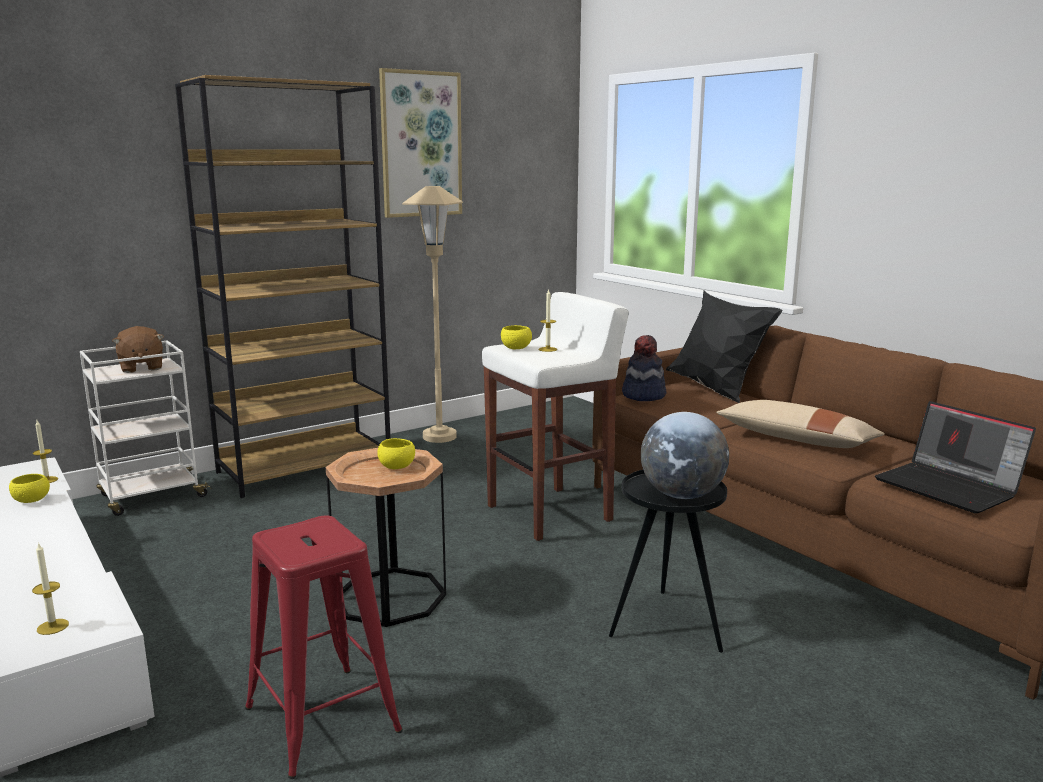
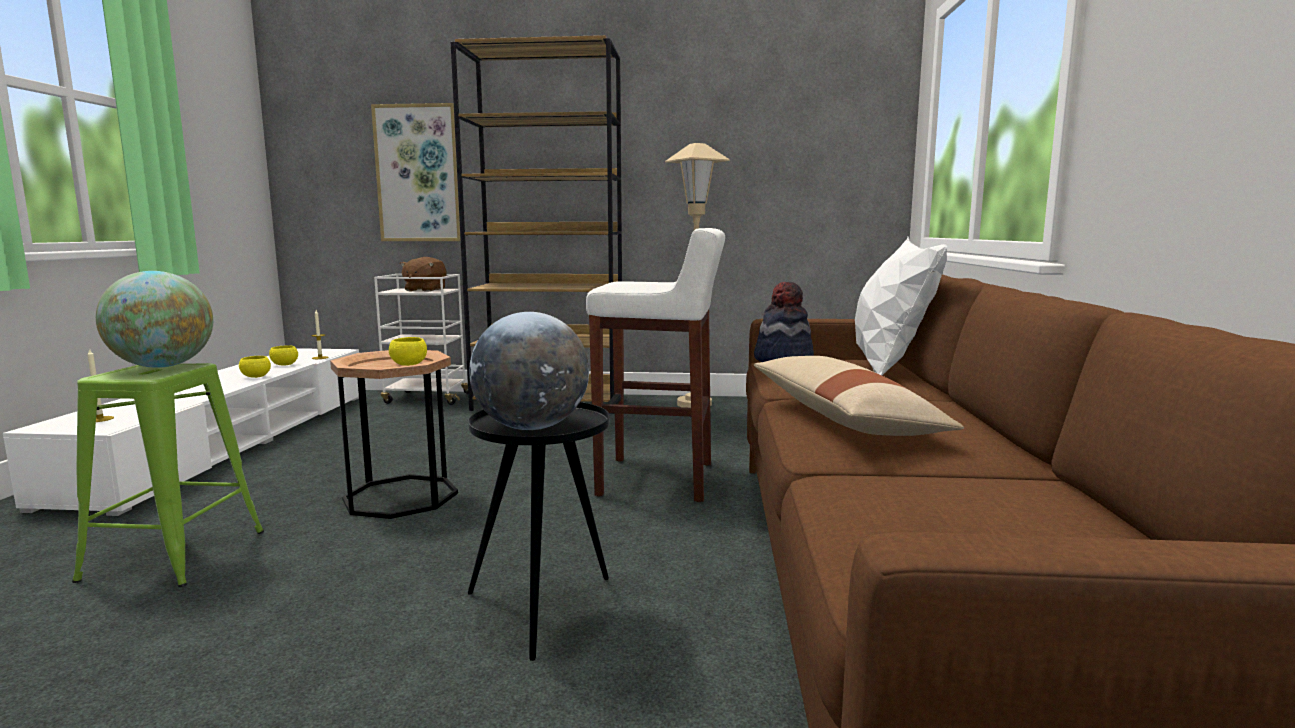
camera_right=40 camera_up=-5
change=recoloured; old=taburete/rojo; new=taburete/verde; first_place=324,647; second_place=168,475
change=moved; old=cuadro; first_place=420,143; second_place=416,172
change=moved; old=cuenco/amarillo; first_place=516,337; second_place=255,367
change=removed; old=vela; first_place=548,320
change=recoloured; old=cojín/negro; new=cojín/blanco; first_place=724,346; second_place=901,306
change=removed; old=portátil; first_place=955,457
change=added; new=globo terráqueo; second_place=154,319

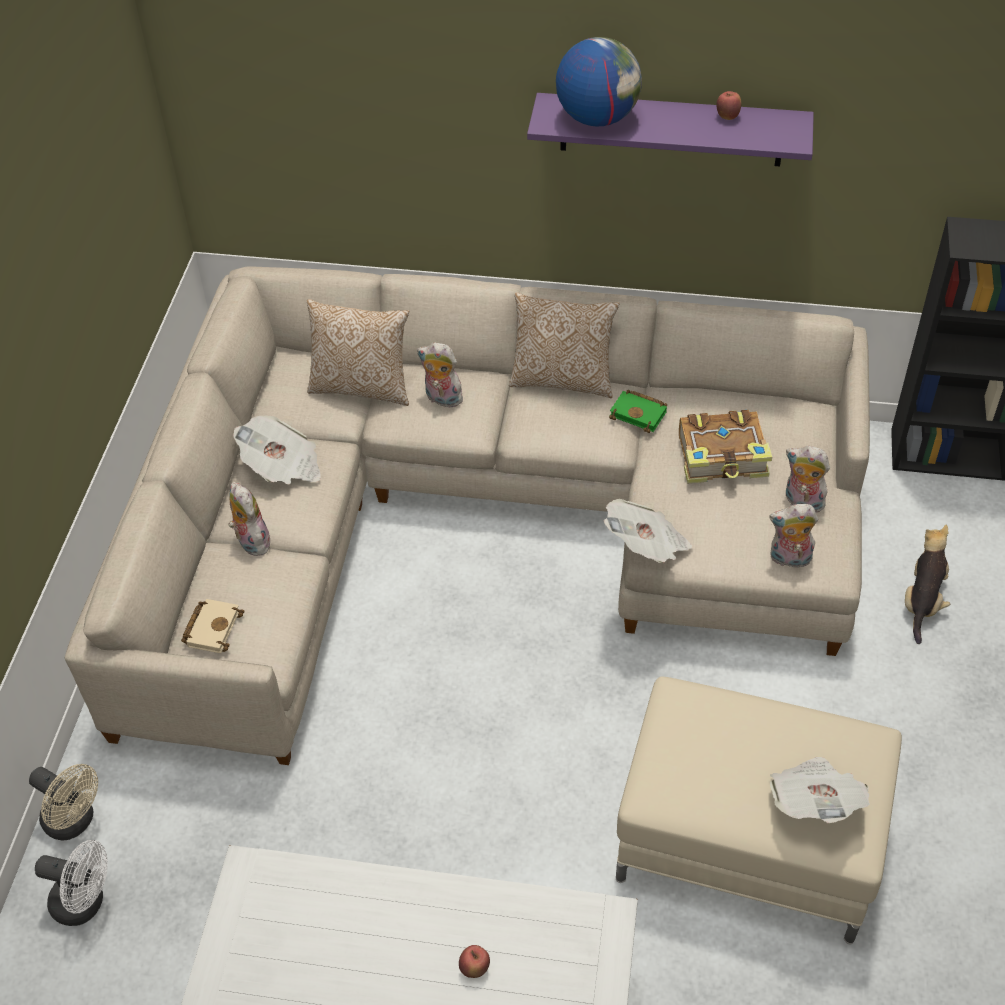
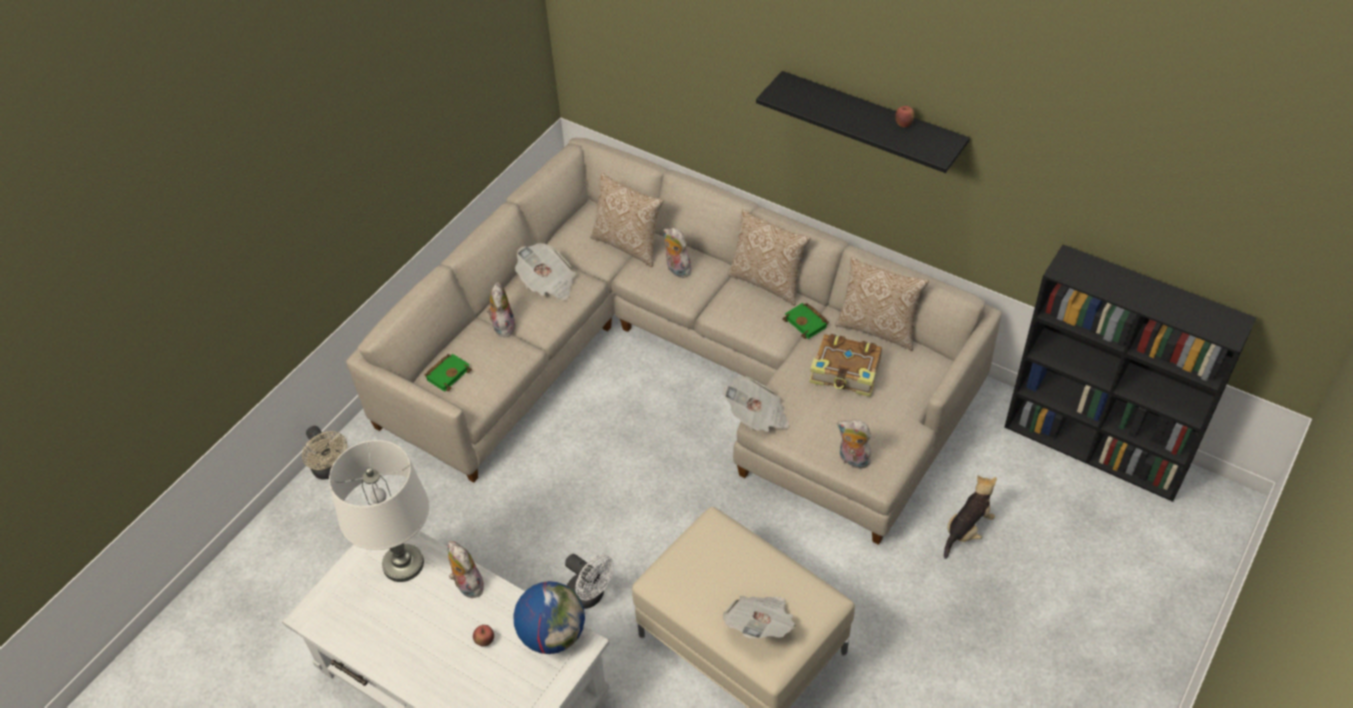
camera_right=25 camera_up=0
change=moved; old=ventilador/blanco; first_place=71,883; second_place=589,581
change=recoloured; old=libro/beis; new=libro/verde; first_place=213,626; second_place=448,373
change=recoloured; old=estante/morado; new=estante/negro; first_place=670,129; second_place=863,122
change=moved; old=globo terráqueo; first_place=599,81; second_place=549,617
change=moved; old=peluche; first_place=808,479; second_place=466,569
change=added; new=lámpara de mesa/blanco; second_place=379,511
change=added; new=cojín; second_place=882,304

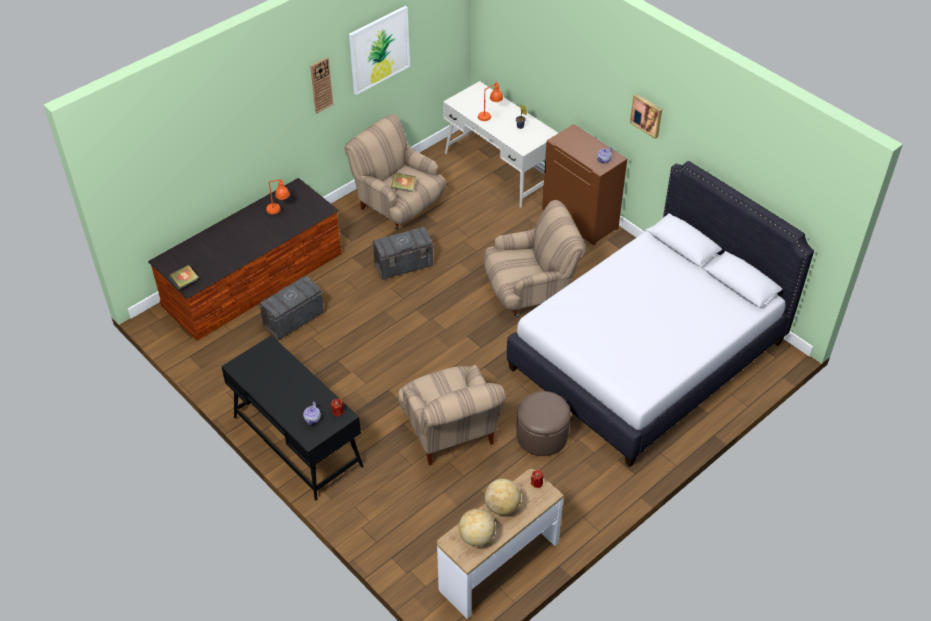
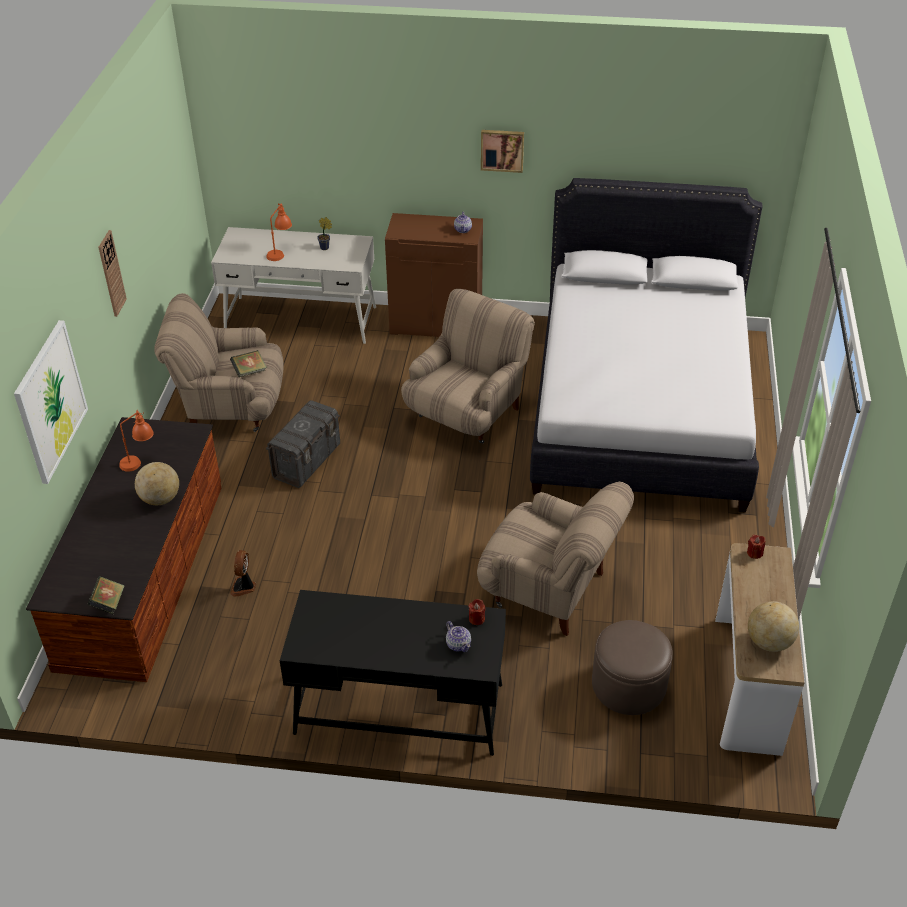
camera_right=-40 camera_up=-5
change=replaced; old=caja de almacenaje/gris; new=ventilador; first_place=291,308; second_place=243,573
change=moved; old=cuadro; first_place=379,50; second_place=51,402
change=moved; old=globo terráqueo; first_place=503,497; second_place=157,483
change=moved; old=puf/marrón; first_place=543,423; second_place=632,667

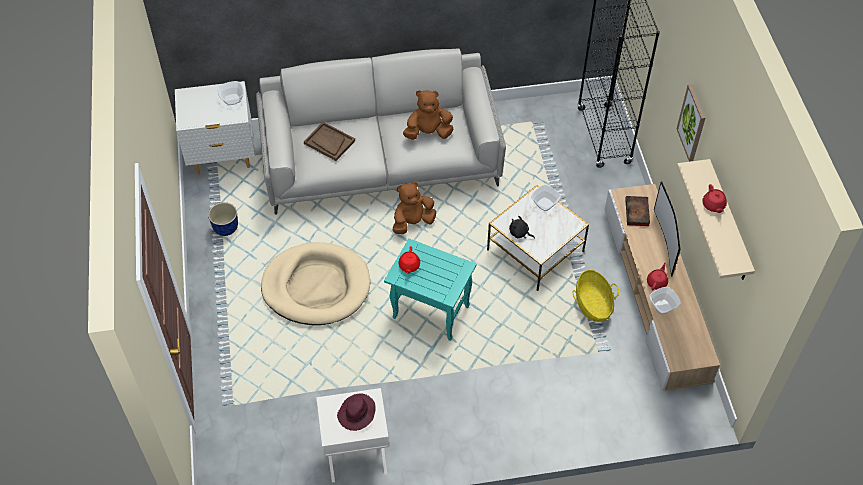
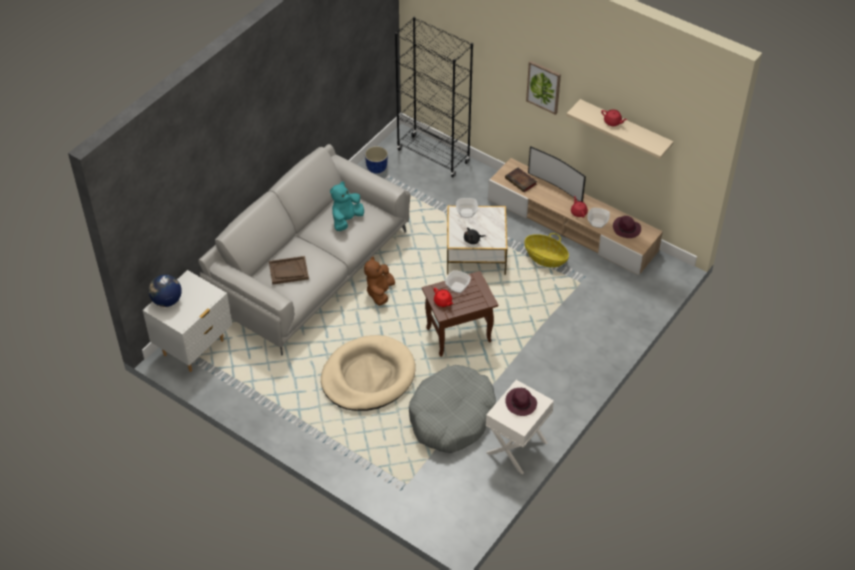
camera_right=-45 camera_up=-5
change=moved; old=maceta; first_place=223,219; second_place=376,160
change=moved; old=cuenco; first_place=231,93; second_place=458,281
change=recoloured; old=mesa auxiliar/turquesa; new=mesa auxiliar/marrón; first_place=430,290; second_place=460,314
change=recoloured; old=peluche/marrón; new=peluche/turquesa; first_place=428,115; second_place=347,206
change=added; new=globo terráqueo; second_place=165,291
change=added; new=cama para perro/gris; second_place=452,409
change=added; new=sombrero/morado; second_place=627,227

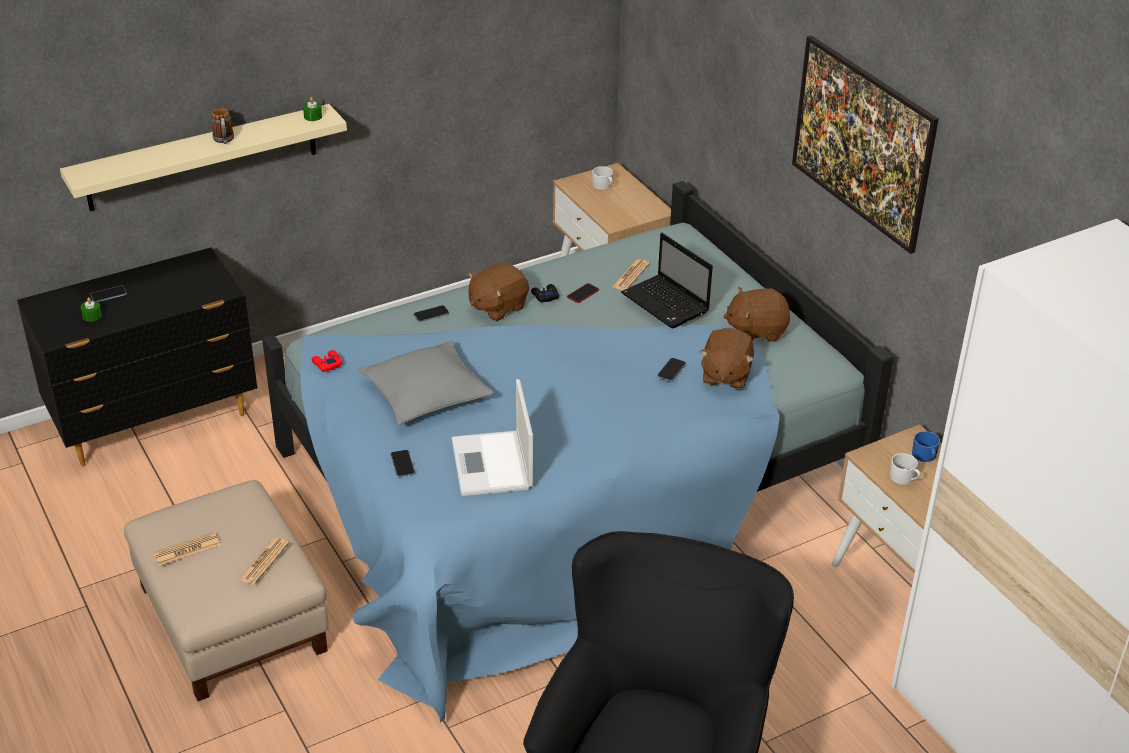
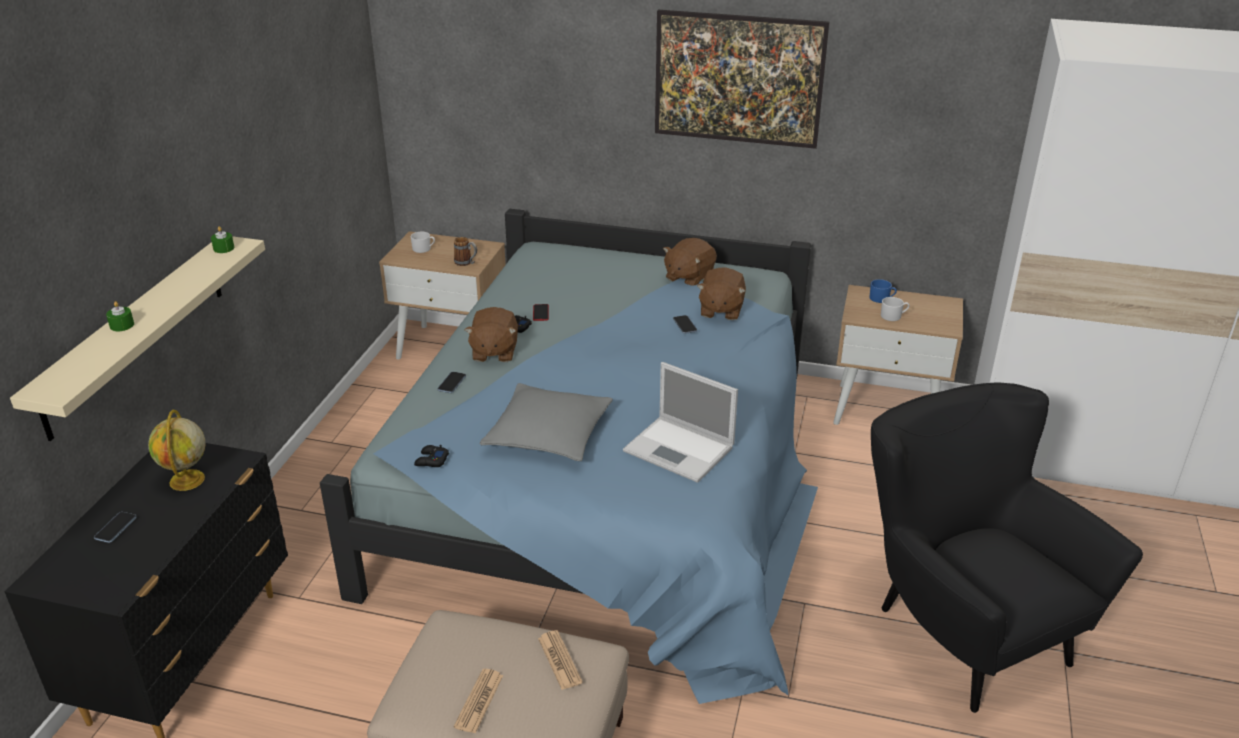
camera_right=-45 camera_up=-5
change=moved; old=vela/verde; first_place=91,309; second_place=120,316
change=moved; old=taza grande; first_place=223,126; second_place=465,251
change=recoloured; old=mando de consola/rojo; new=mando de consola/negro; first_place=327,361; second_place=431,456
change=removed; old=móvil; first_place=403,463
change=removed; old=periódico; first_place=631,275
change=removed; old=portátil; first_place=667,280
change=turned; old=peluche/marrón; first_place=727,358; second_place=721,293; degrees=45
change=added; new=globo terráqueo; second_place=177,450

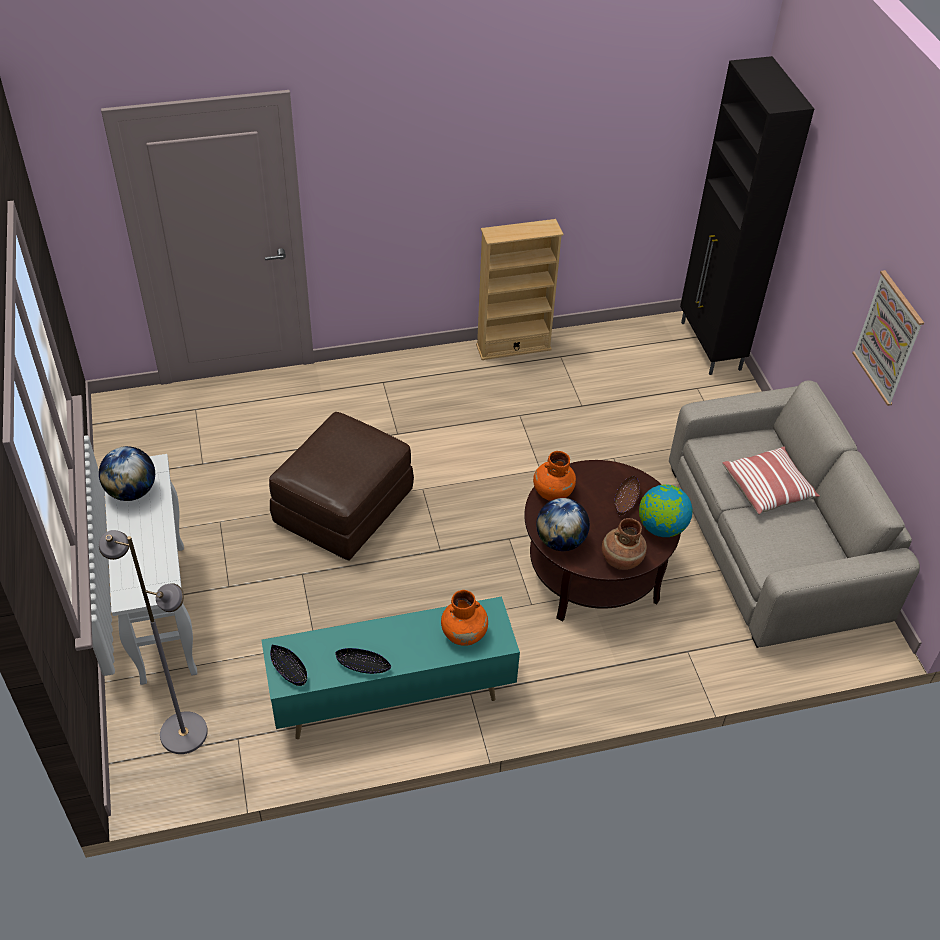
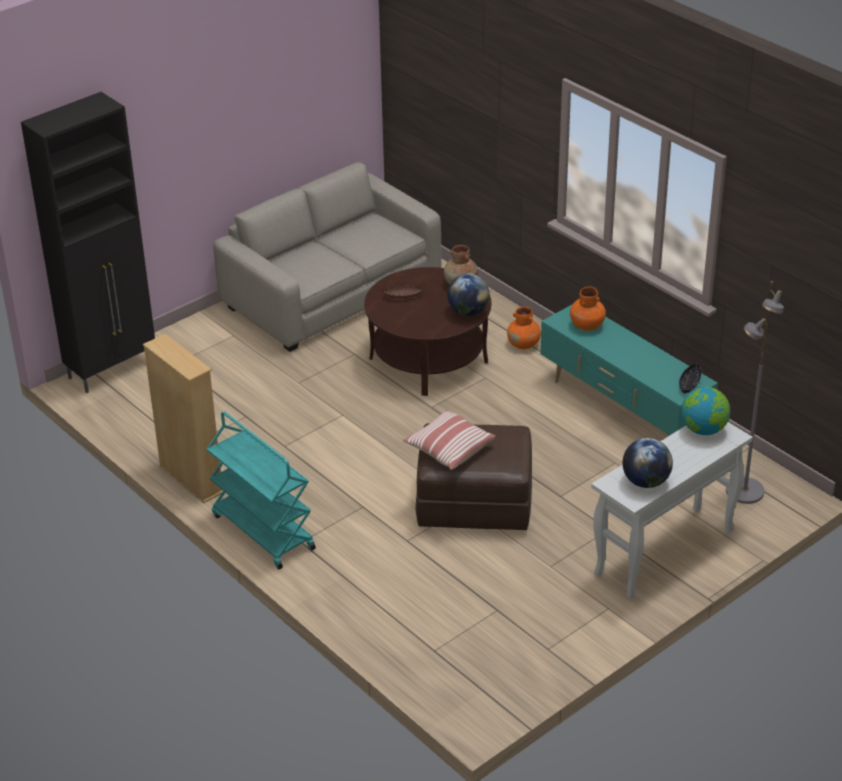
camera_right=-115 camera_up=-10
change=removed; old=cuenco/negro; first_place=363,661
change=moved; old=florero/naranja; first_place=554,476; second_place=524,328
change=moved; old=globo terráqueo; first_place=666,510; second_place=705,411
change=moved; old=cojín; first_place=771,480; second_place=449,440
change=removed; old=cuadro; first_place=888,338
change=added; new=carrito/turquesa; second_place=261,490

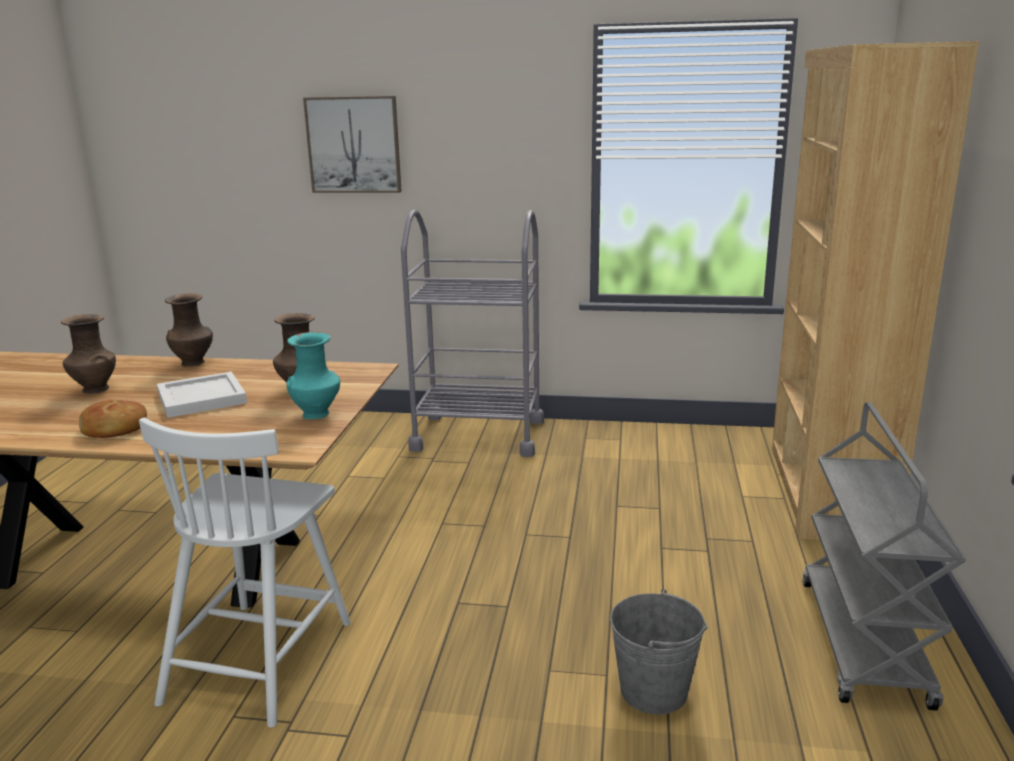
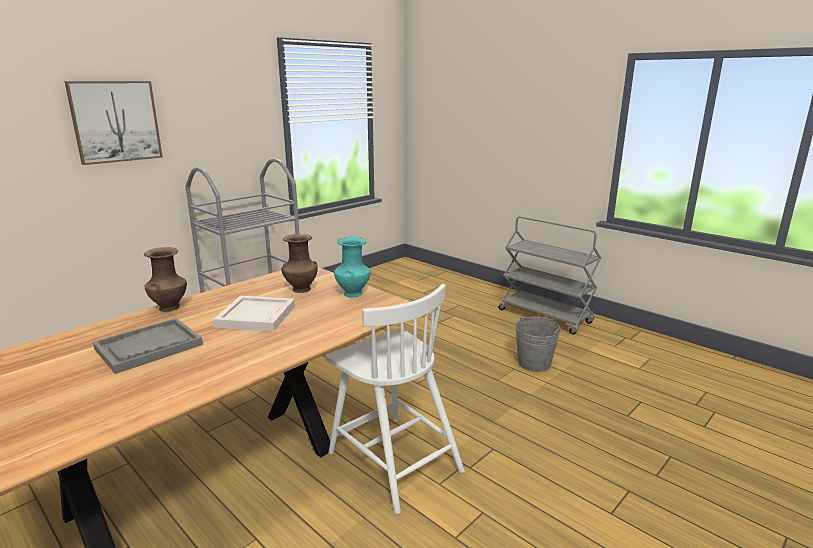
camera_right=-55 camera_up=0
change=replaced; old=florero/marrón; new=bandeja/gris; first_place=88,354; second_place=148,346
change=removed; old=pan; first_place=113,419
change=removed; old=estantería/marrón; first_place=875,290

